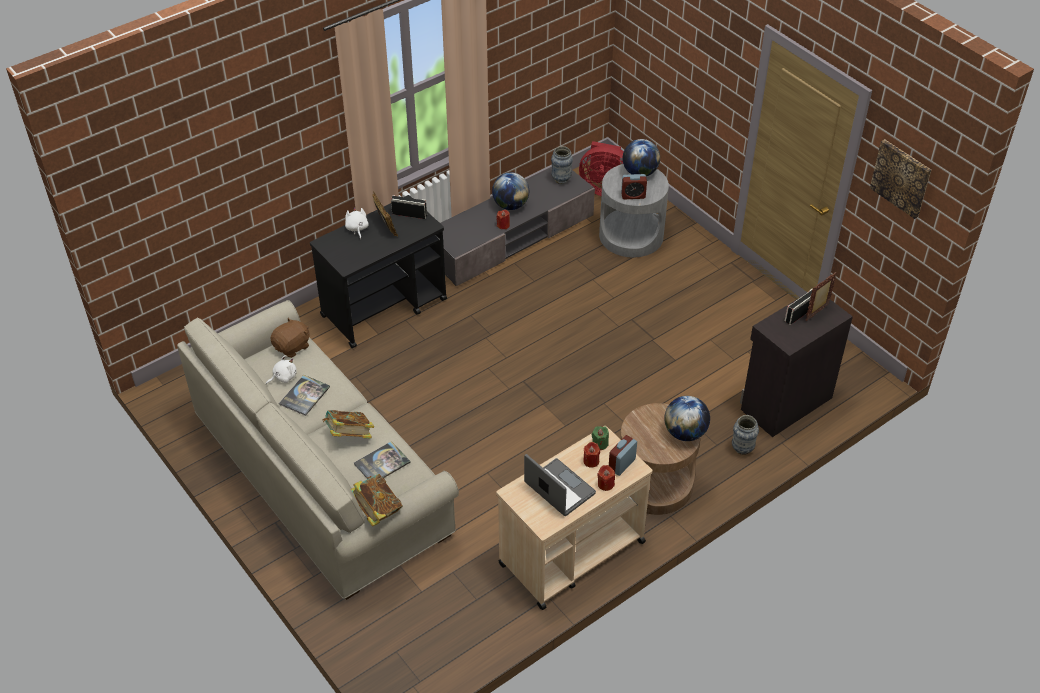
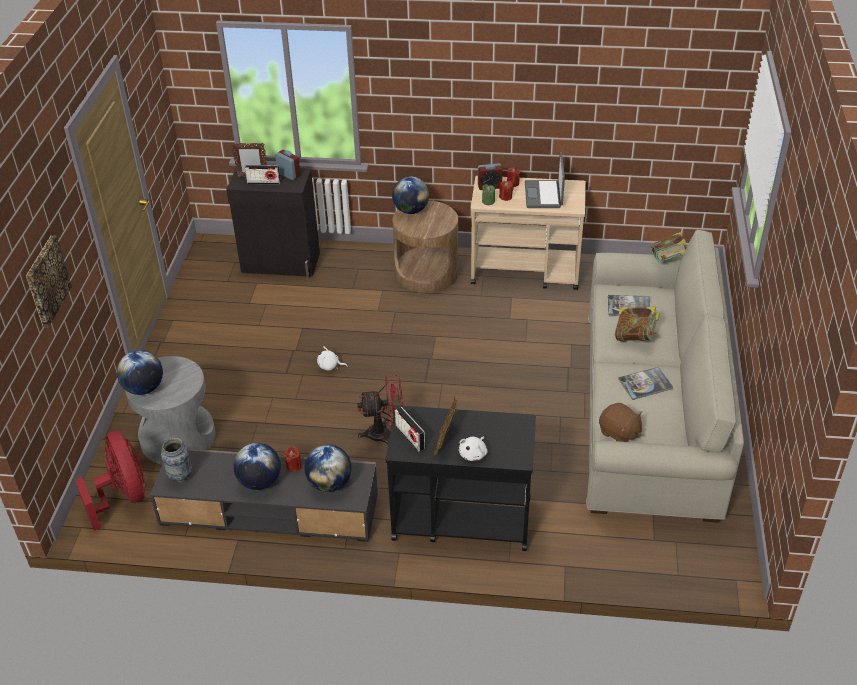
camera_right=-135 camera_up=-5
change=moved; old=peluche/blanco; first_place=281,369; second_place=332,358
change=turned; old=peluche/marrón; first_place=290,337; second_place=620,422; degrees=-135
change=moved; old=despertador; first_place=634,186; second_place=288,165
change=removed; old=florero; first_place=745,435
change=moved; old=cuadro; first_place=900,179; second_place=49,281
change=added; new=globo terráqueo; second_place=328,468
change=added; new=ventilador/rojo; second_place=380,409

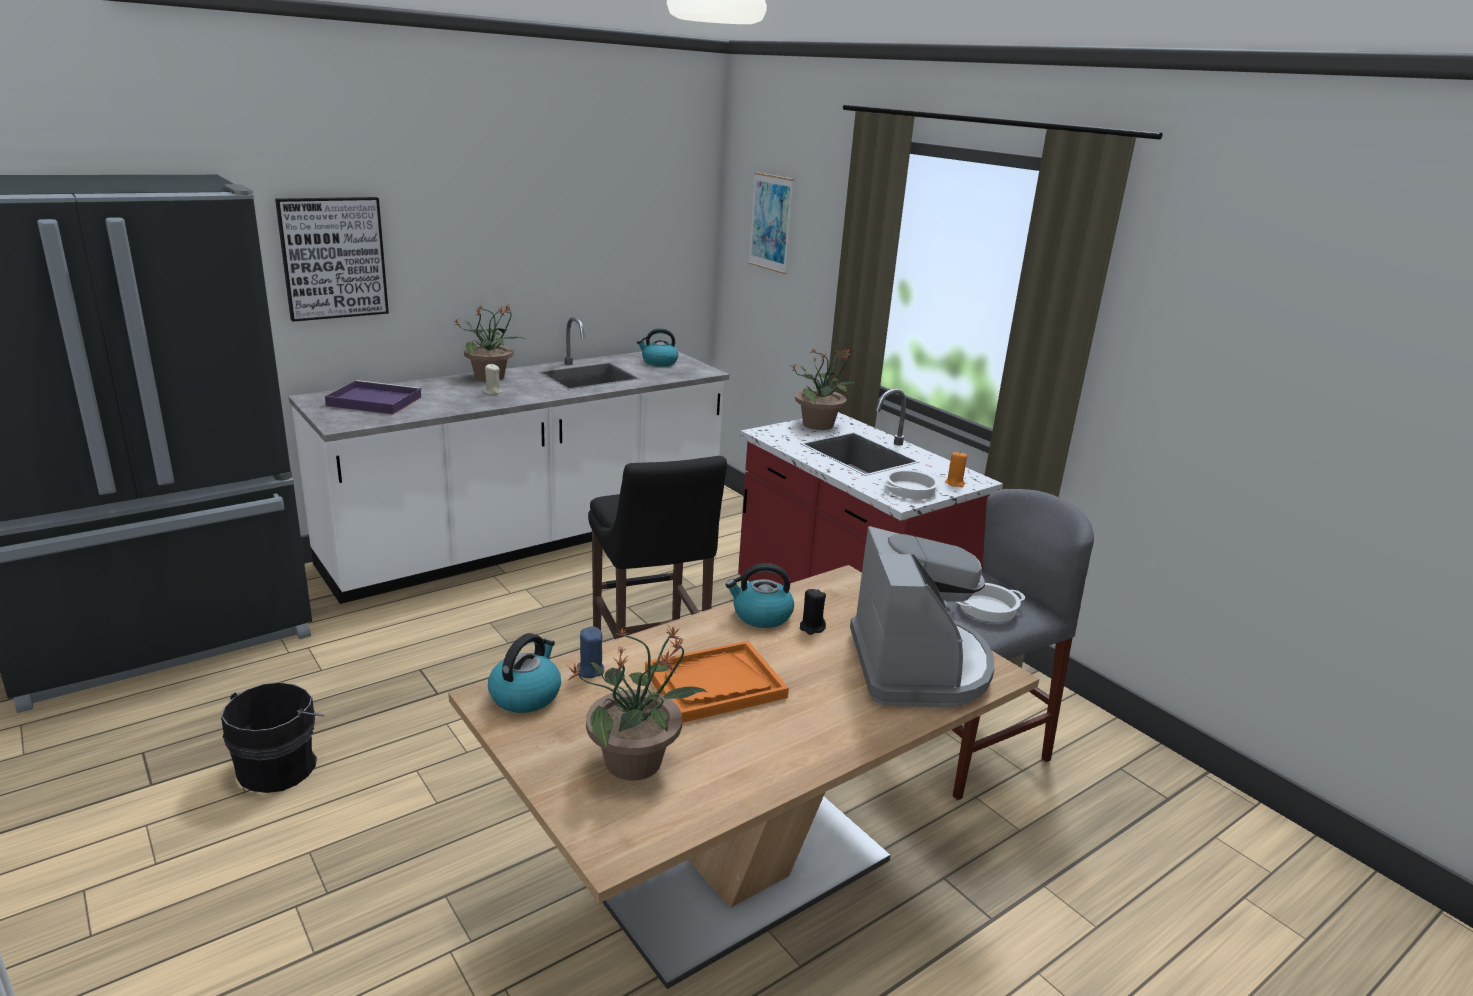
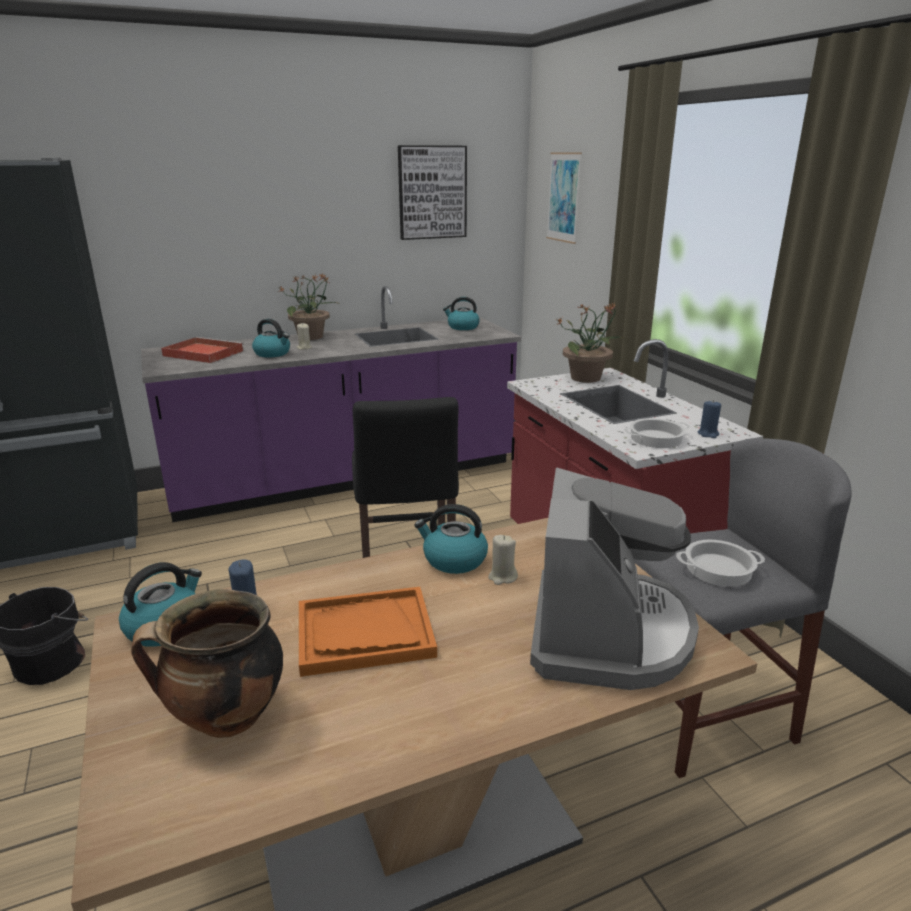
camera_right=15 camera_up=0
change=moved; old=cuadro; first_place=332,259; second_place=432,192
change=recoloured; old=mueble bajo de cocina/blanco; new=mueble bajo de cocina/morado; first_place=508,460; second_place=331,404
change=recoloured; old=bandeja/morado; new=bandeja/rojo; first_place=373,397; second_place=202,350
change=replaced; old=planta en maceta; new=olla; first_place=638,703; second_place=207,663
change=recoloured; old=vela/negro; new=vela/beis; first_place=813,612; second_place=503,560
change=recoloured; old=vela/naranja; new=vela/azul; first_place=956,469; second_place=709,419
change=added; new=hervidor; second_place=271,338

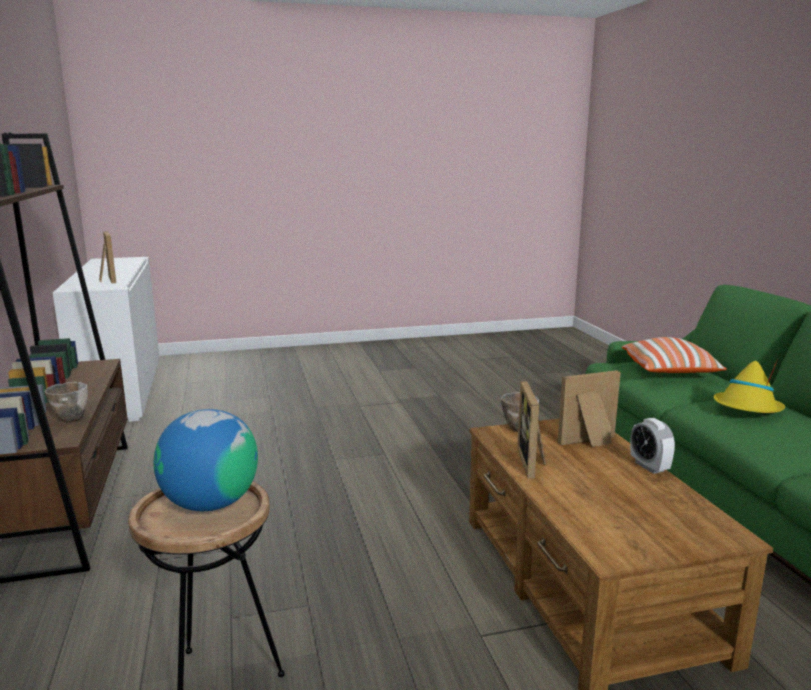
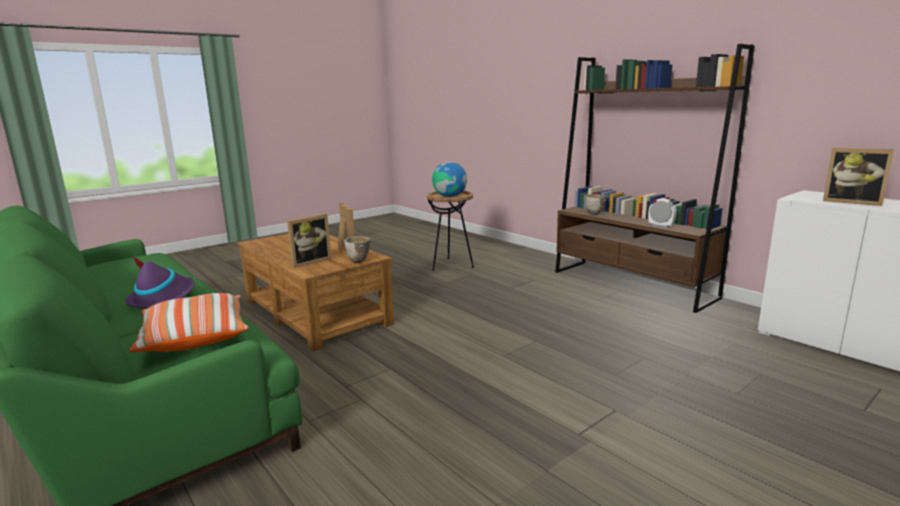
camera_right=155 camera_up=0
change=moved; old=despertador; first_place=652,446; second_place=662,213
change=recoloured; old=sombrero/amarillo; new=sombrero/morado; first_place=749,386; second_place=160,282

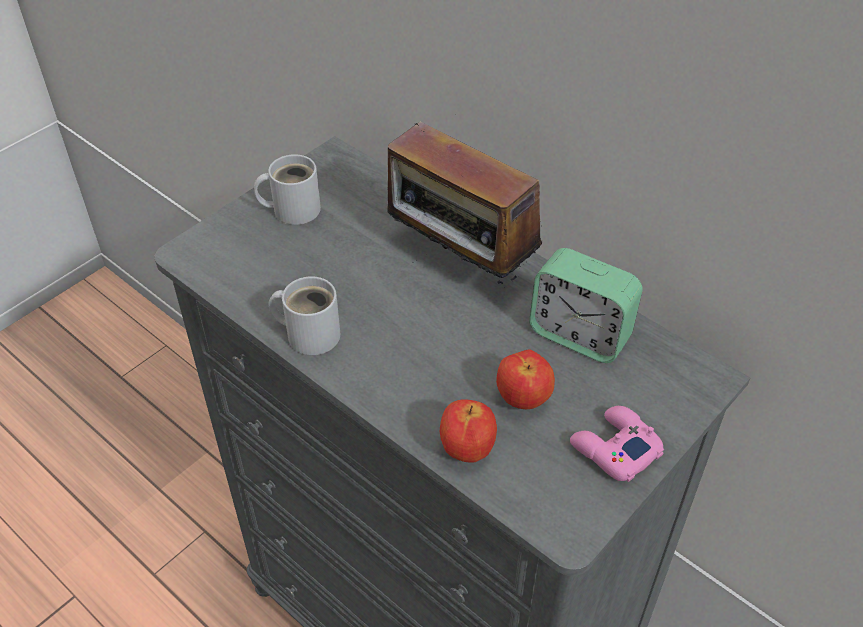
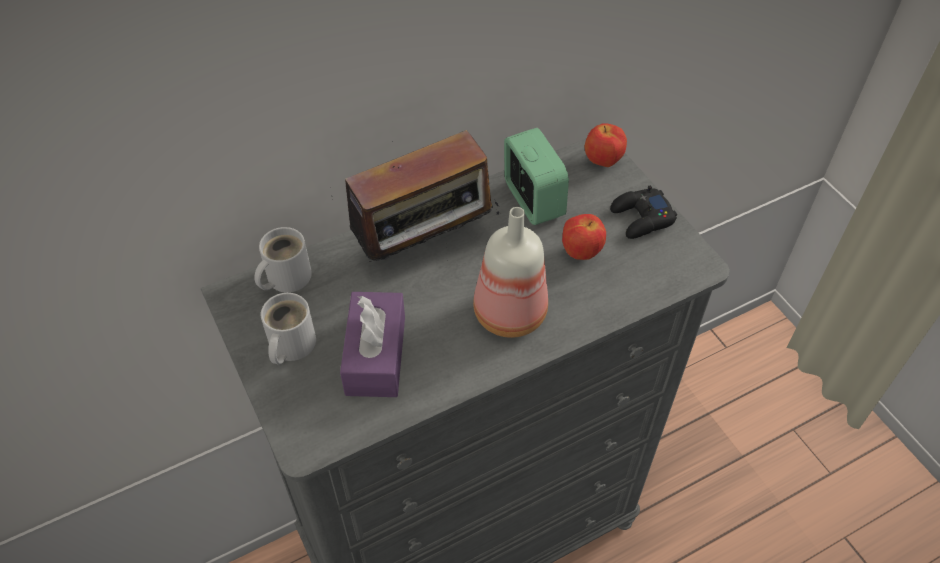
camera_right=-70 camera_up=5
change=moved; old=taza grande/blanco; first_place=304,315; second_place=283,260
change=moved; old=manzana; first_place=468,431; second_place=606,145
change=turned; old=despertador; first_place=586,305; second_place=536,176; degrees=-75
change=recoloured; old=mando de consola/rosa; new=mando de consola/negro; first_place=617,444; second_place=643,212
change=added; new=caja de pañuelos/morado; second_place=372,344
change=added; new=botella; second_place=510,272

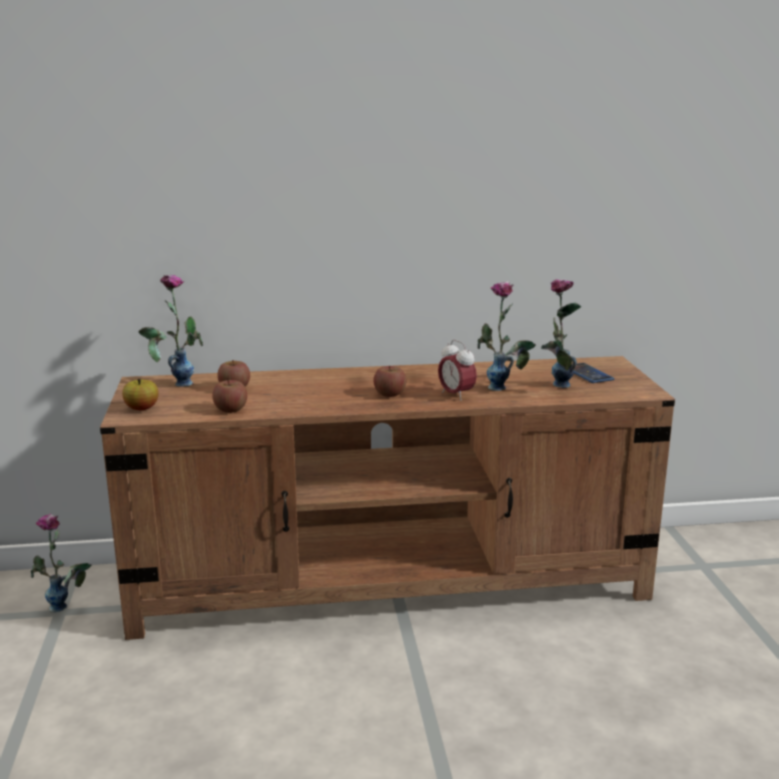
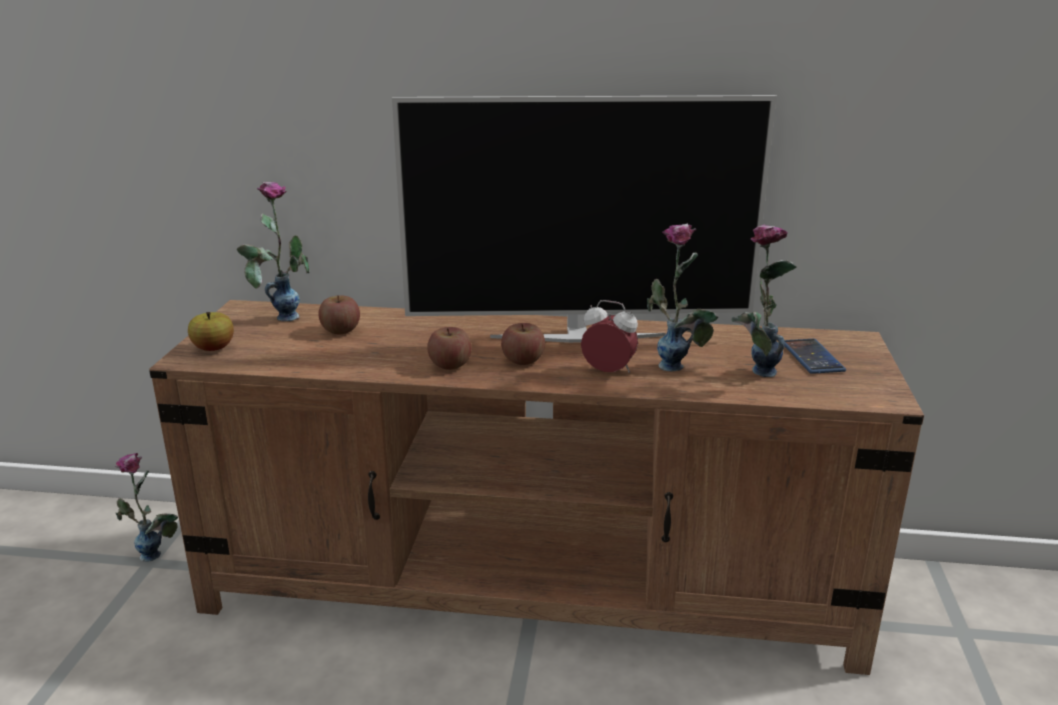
camera_right=15 camera_up=5
change=moved; old=manzana; first_place=229,396; second_place=449,348
change=turned; old=despertador; first_place=457,370; second_place=609,336; degrees=135
change=added; new=televisor; second_place=584,219

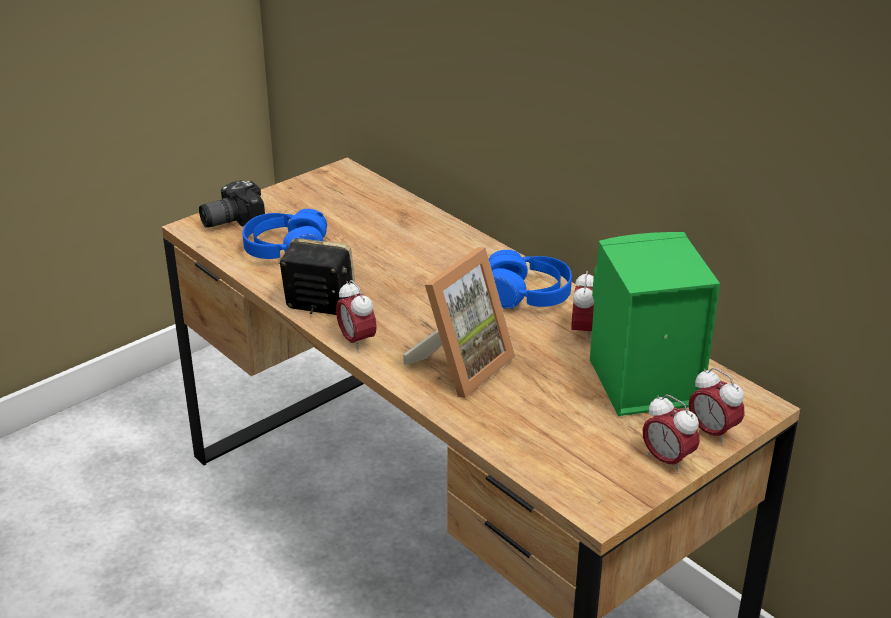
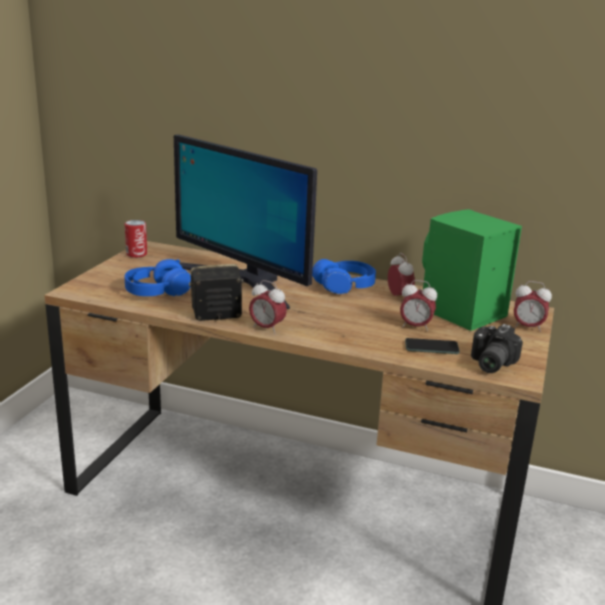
camera_right=-30 camera_up=-10
change=moved; old=cámara; first_place=232,204; second_place=497,348
change=removed; old=portarretratos; first_place=459,322
change=moved; old=despertador; first_place=671,434; second_place=418,305
change=added; new=lata; second_place=136,239
change=added; new=monitor; second_place=245,221
change=added; new=móvil; second_place=432,346

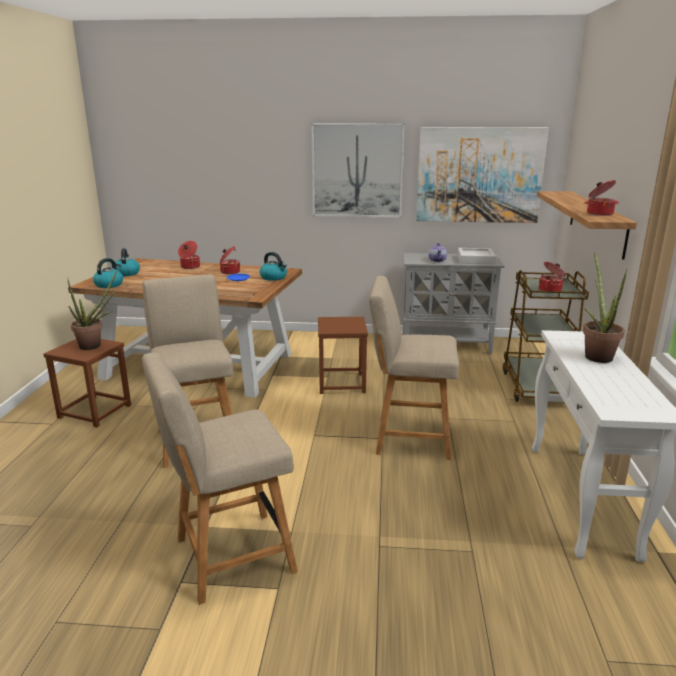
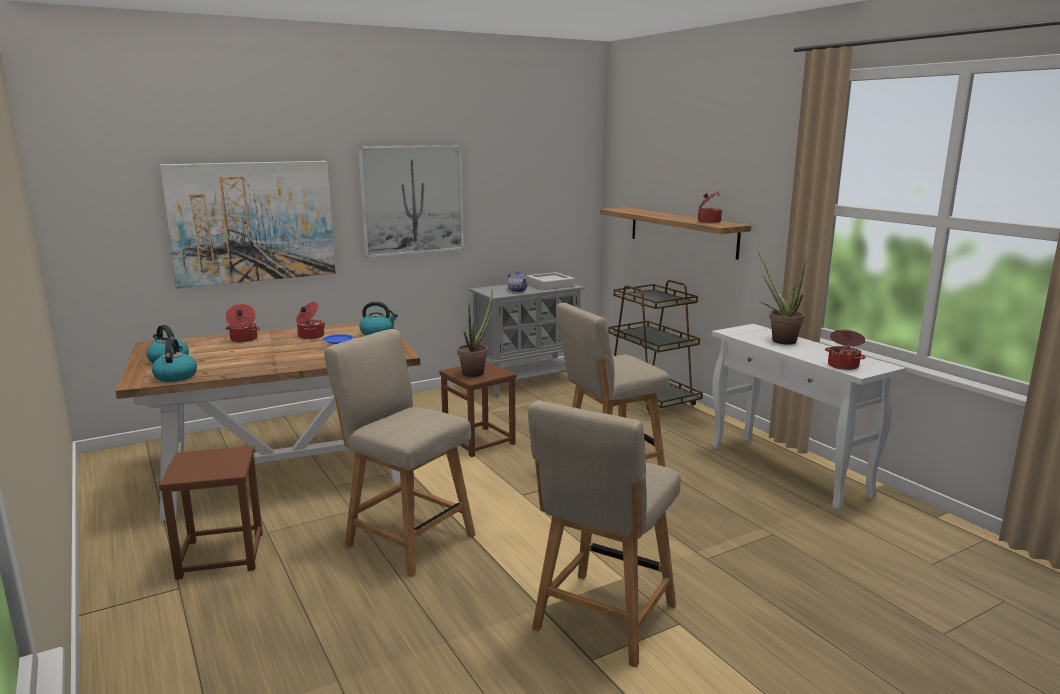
camera_right=-35 camera_up=-5
change=moved; old=planta en maceta; first_place=92,310; second_place=475,333
change=moved; old=cuadro; first_place=482,175; second_place=248,224
change=moved; old=olla; first_place=552,276; second_place=845,350

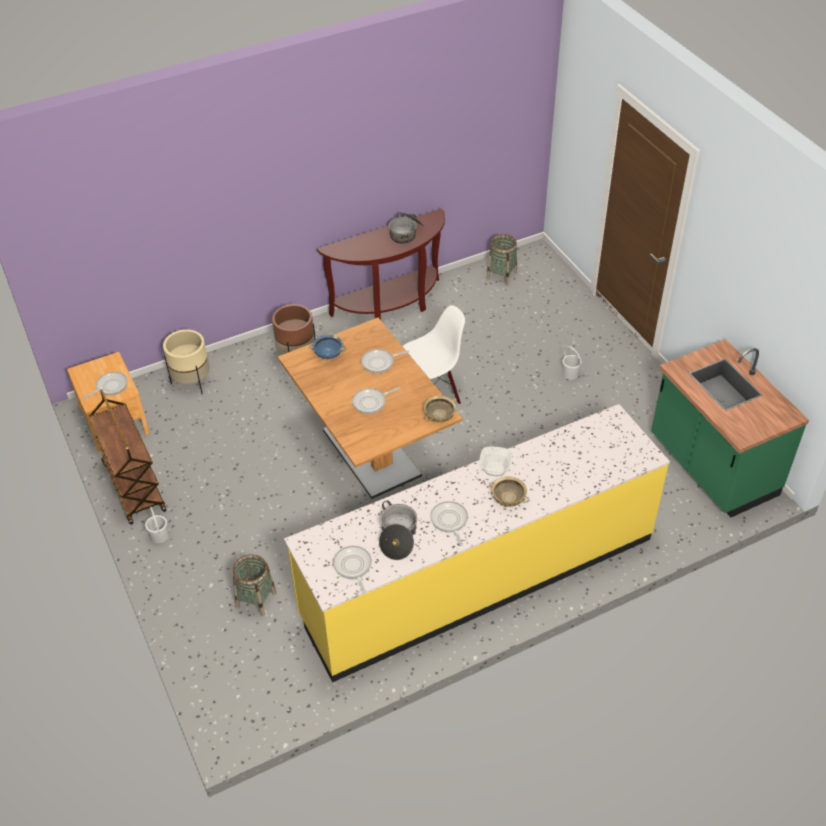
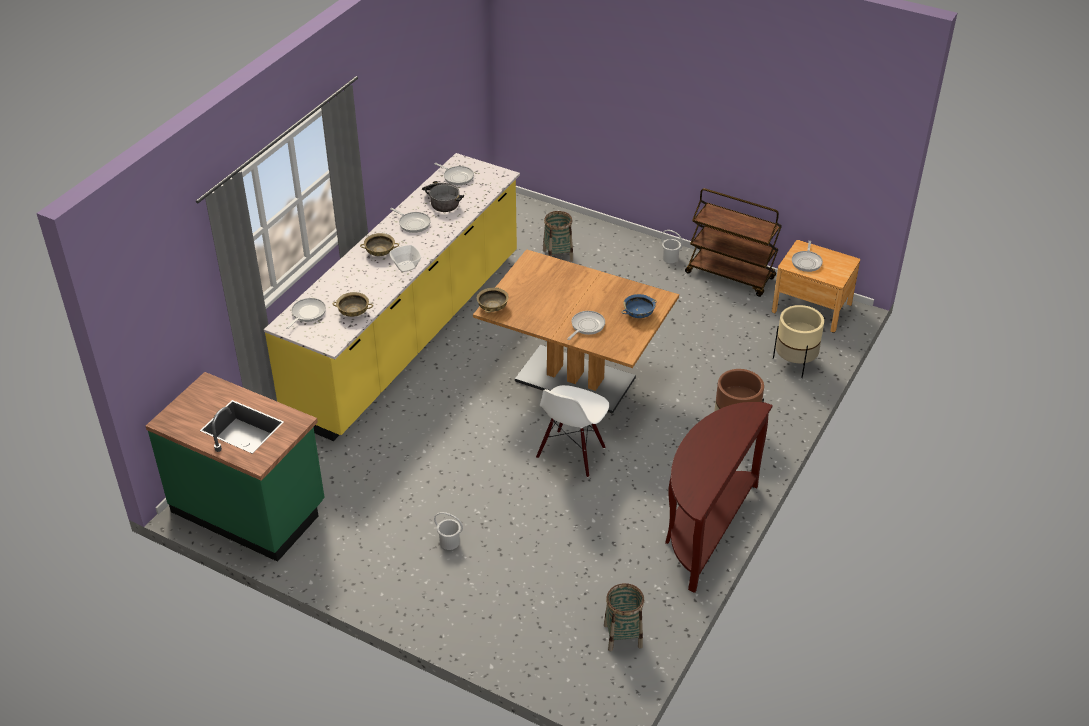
camera_right=145 camera_up=-5
change=moved; old=sartén; first_place=376,400; second_place=306,313
change=removed; old=olla; first_place=406,228
change=added; new=cuenco/beis; second_place=353,304

